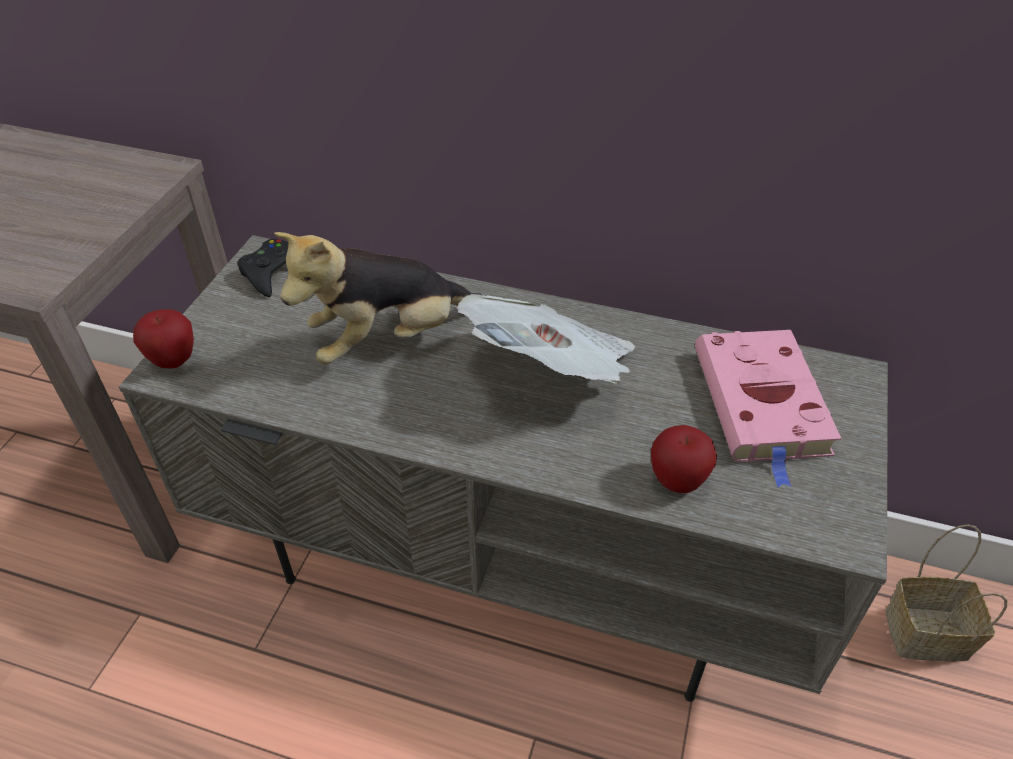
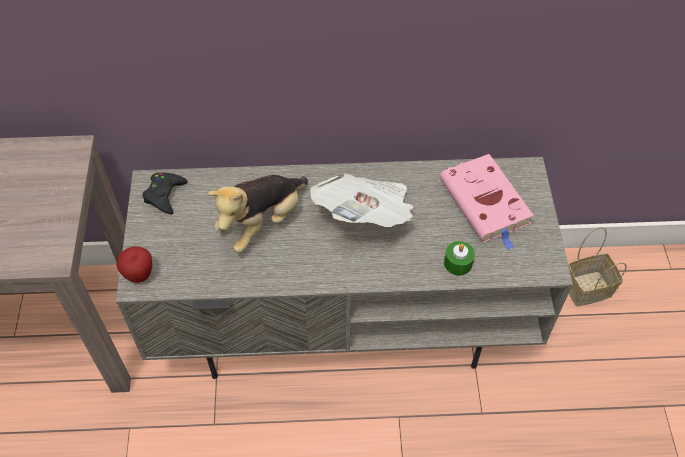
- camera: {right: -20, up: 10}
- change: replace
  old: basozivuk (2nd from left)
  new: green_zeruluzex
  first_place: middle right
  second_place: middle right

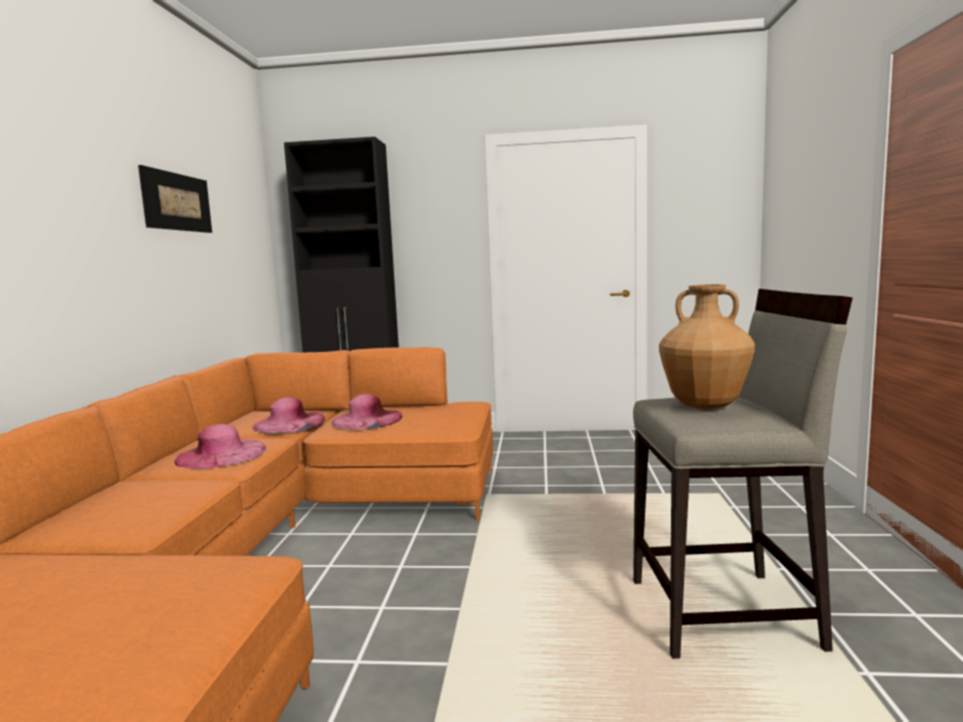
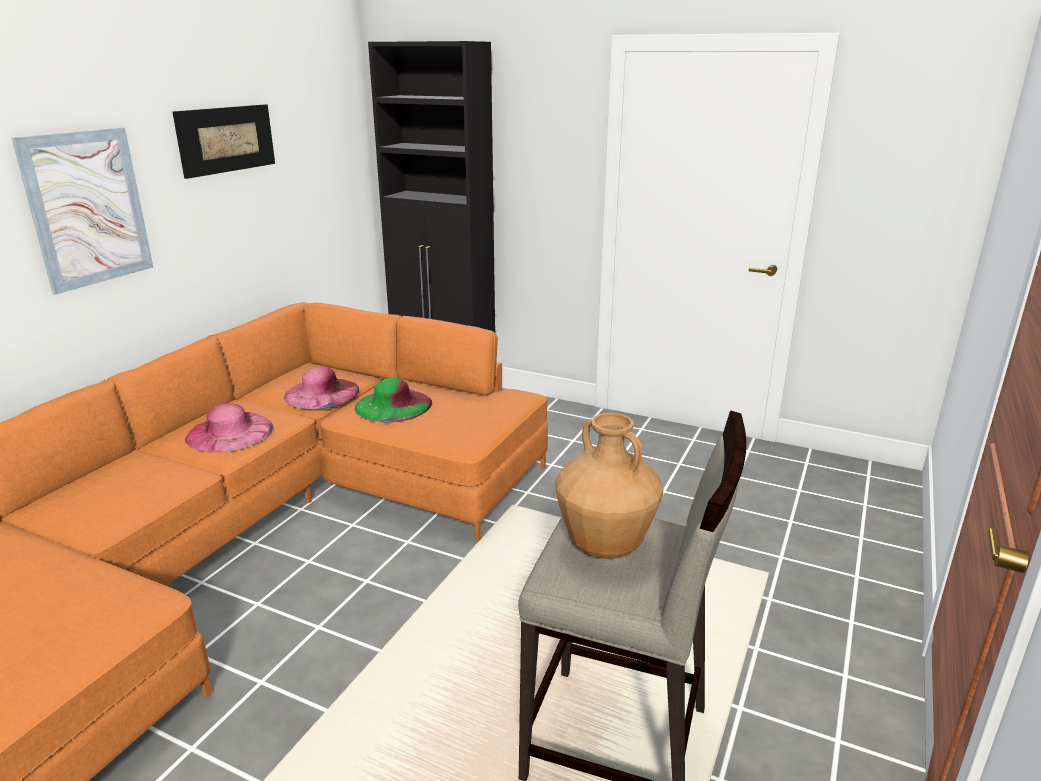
- camera: {right: 20, up: 15}
- change: insert
  new: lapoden (1st from left)
  second_place: top left
- change: recolor
  old: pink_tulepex (3rd from left)
  new: green_tulepex
  first_place: centre
  second_place: centre

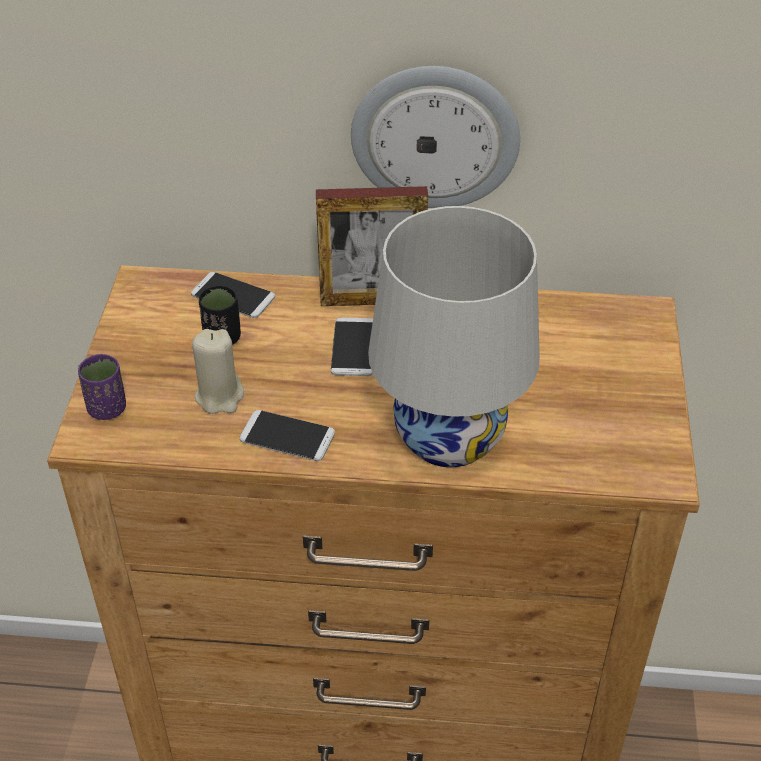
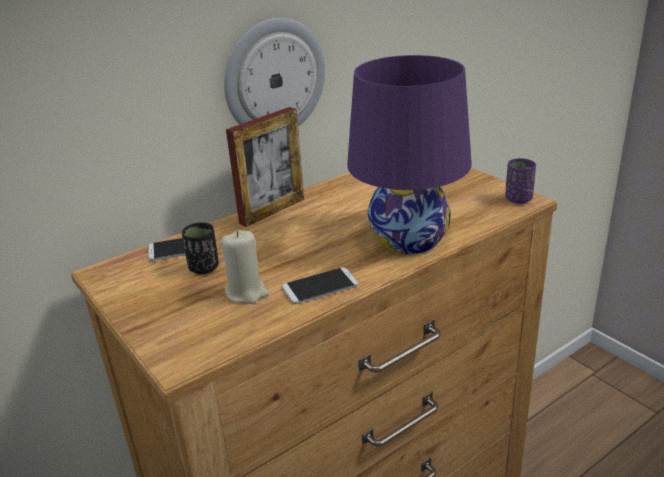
- camera: {right: -40, up: -15}
- change: recolor
  old: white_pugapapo
  new: purple_pugapapo
  first_place: centre
  second_place: top centre
- change: move
  old: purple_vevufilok
  first_place: middle left
  second_place: middle right
- change: delete
  old: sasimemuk (3rd from left)
  first_place: centre

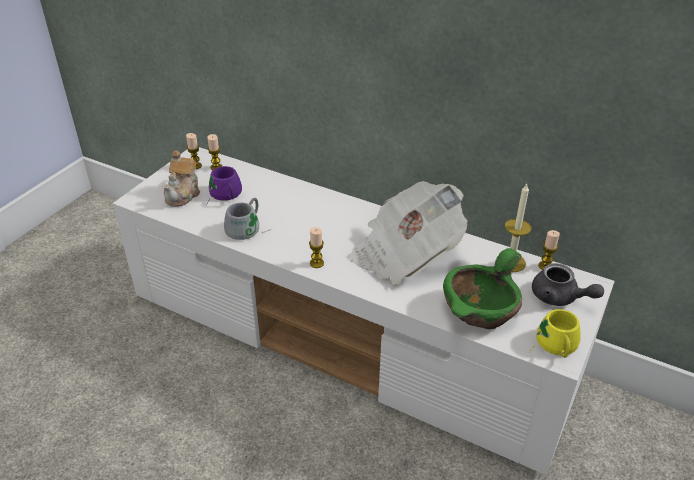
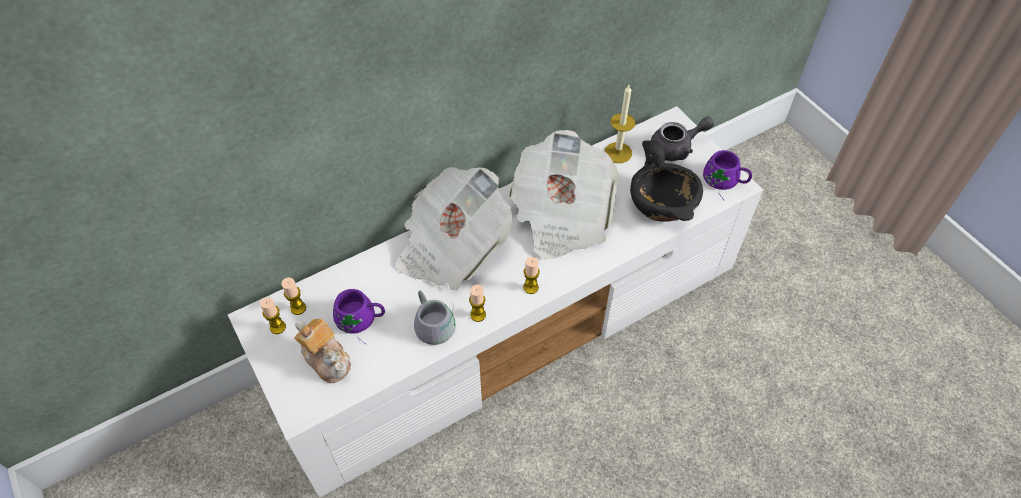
- camera: {right: -60, up: 15}
- change: insert
  new: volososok (1st from left)
  second_place: centre
- change: move
  old: zeruluzex (5th from left in the first image)
  new: zeruluzex (3rd from left)
  first_place: middle right
  second_place: centre
- change: recolor
  old: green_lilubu
  new: black_lilubu
  first_place: middle right
  second_place: centre
- change: recolor
  old: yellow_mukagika
  new: purple_mukagika (2nd from left)
  first_place: bottom right
  second_place: middle right

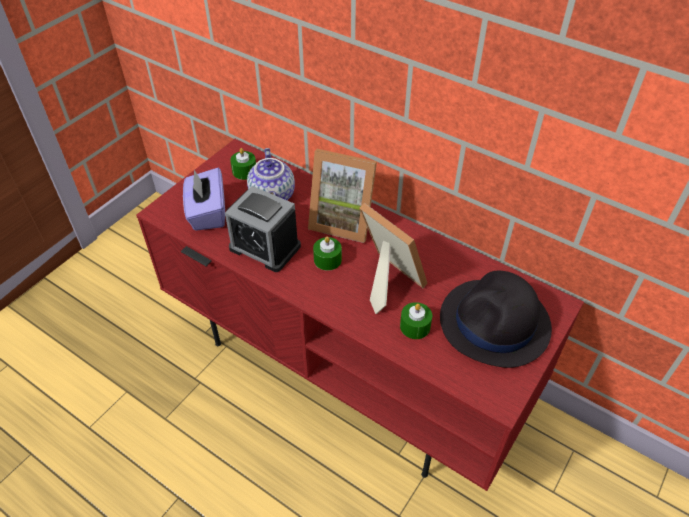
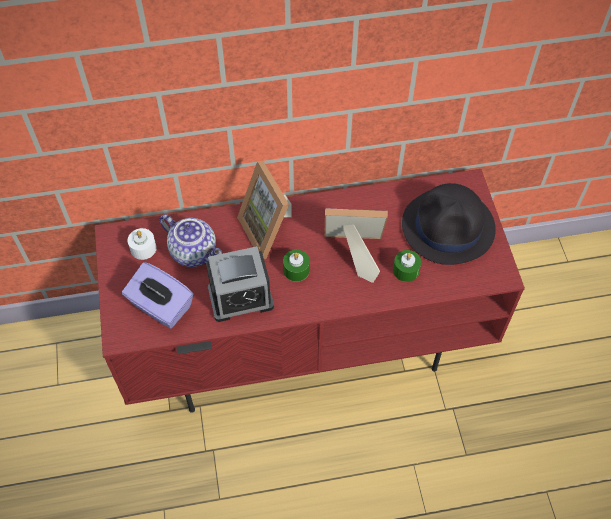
- camera: {right: -45, up: 10}
- change: recolor
  old: green_zeruluzex (1st from left)
  new: white_zeruluzex
  first_place: top centre
  second_place: middle left
- change: rotate
  old: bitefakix (1st from left)
  first_place: centre
  second_place: centre
  degrees: 90

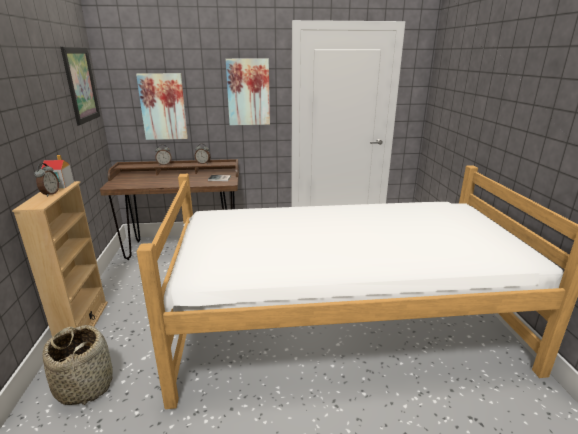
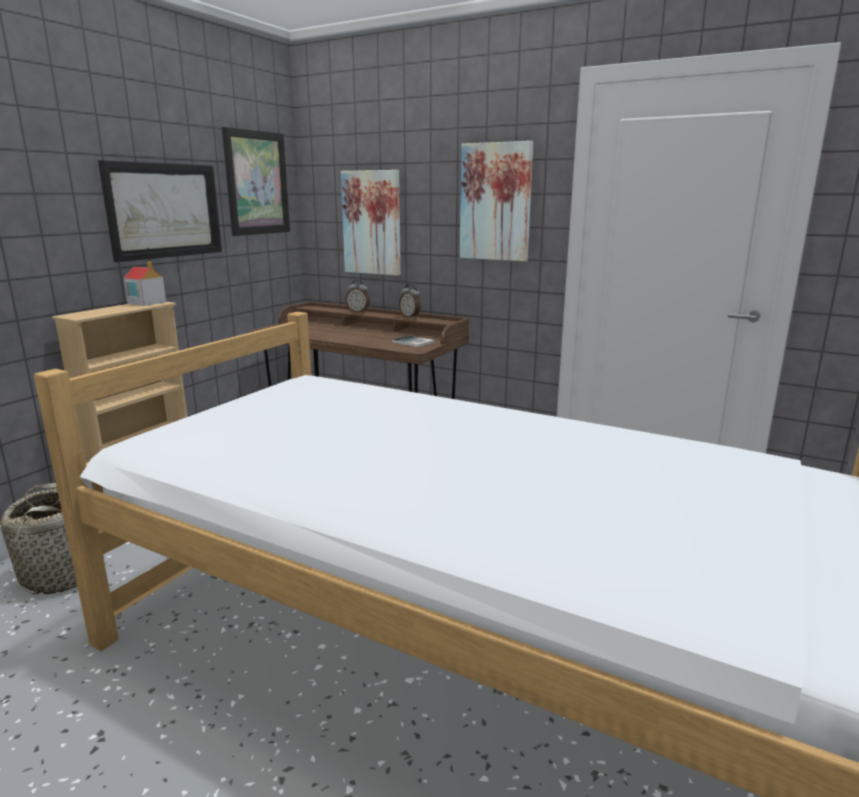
- camera: {right: 35, up: -5}
- change: insert
  new: lapoden (1st from left)
  second_place: top left
- change: delete
  old: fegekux (1st from left)
  first_place: middle left

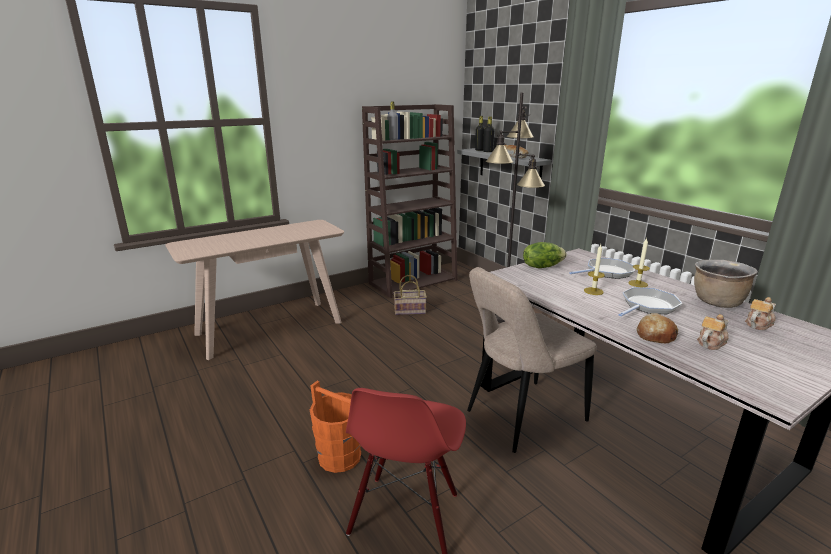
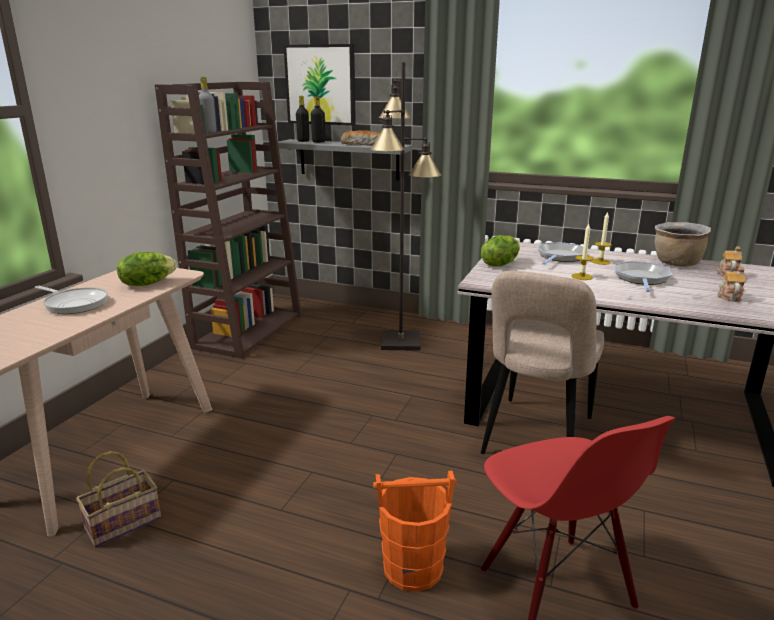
- camera: {right: -35, up: 0}
- change: insert
  new: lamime (1st from left)
  second_place: middle left
- change: move
  old: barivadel
  first_place: centre
  second_place: bottom left
- change: insert
  new: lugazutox (1st from left)
  second_place: middle left
- change: insert
  new: lapoden
  second_place: top centre
- change: delete
  old: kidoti (2nd from left)
  first_place: middle right

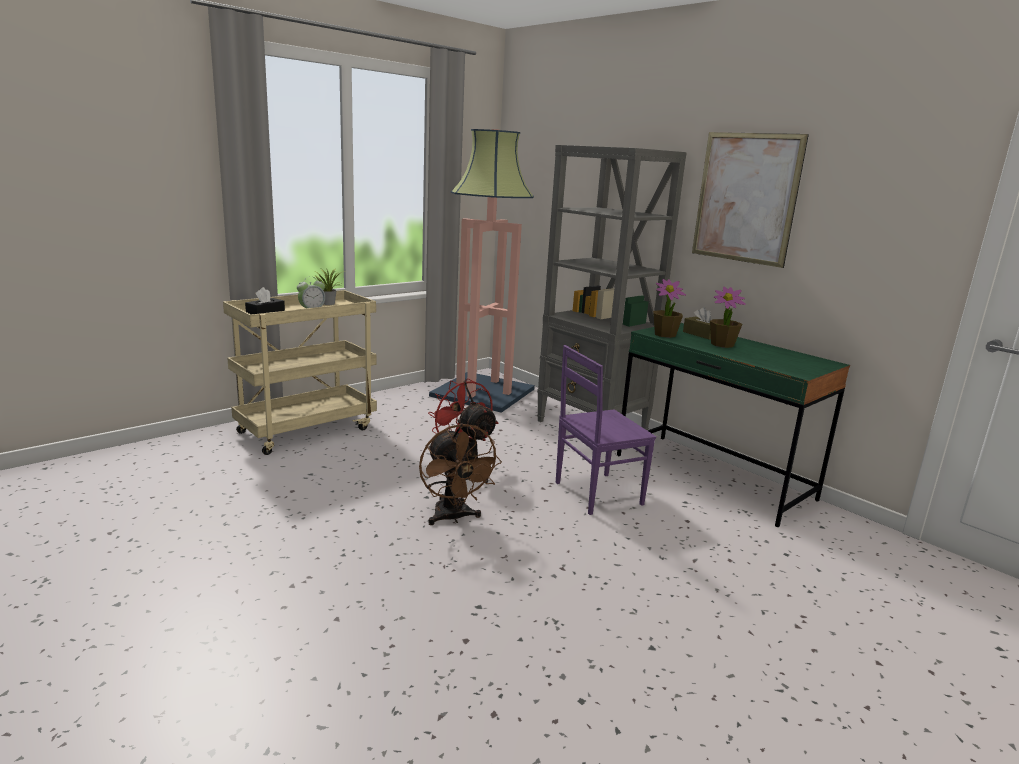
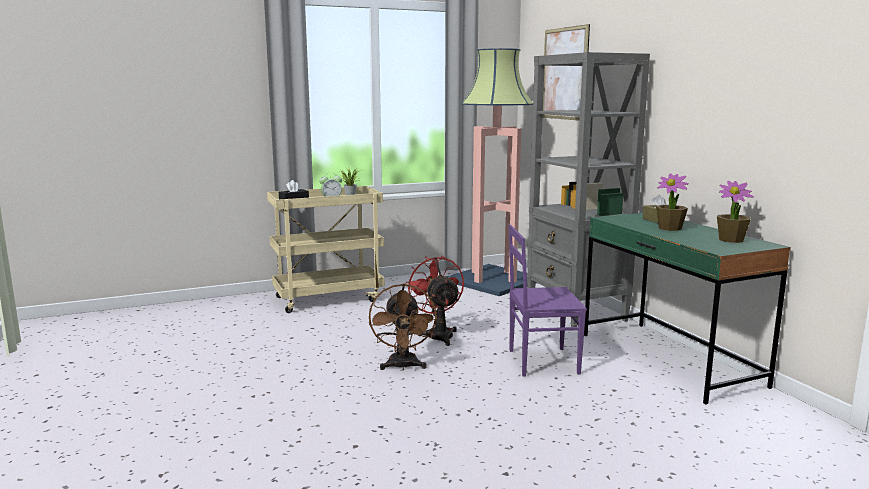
- camera: {right: 20, up: -5}
- change: move
  old: lapoden
  first_place: top right
  second_place: top centre
- change: move
  old: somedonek (2nd from left in the first image)
  new: somedonek (3rd from left)
  first_place: centre
  second_place: middle right

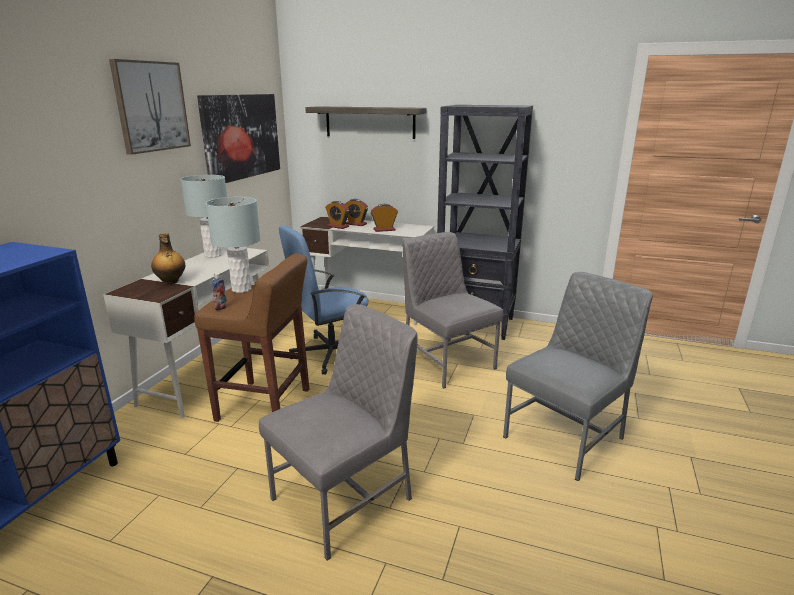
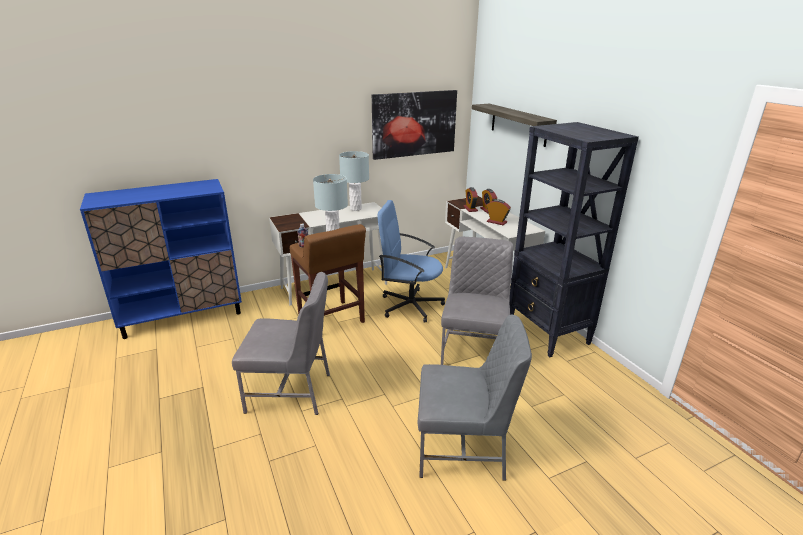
- camera: {right: 45, up: 5}
- change: delete
  old: lapoden (1st from left)
  first_place: top left
- change: delete
  old: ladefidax (1st from left)
  first_place: middle left

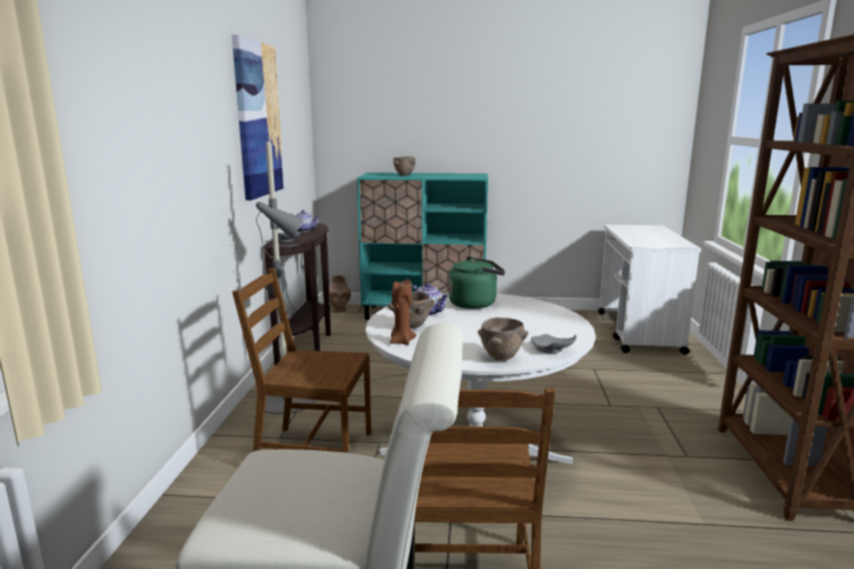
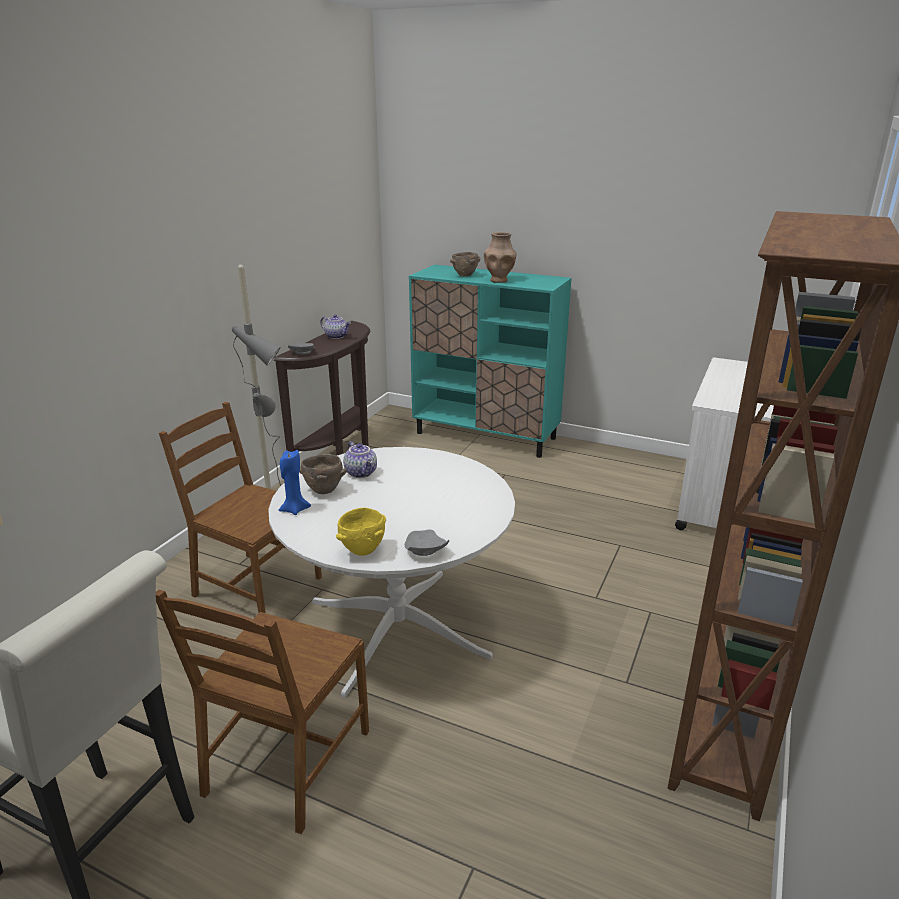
- camera: {right: 20, up: 10}
- change: recolor
  old: brown_zeruluzex
  new: blue_zeruluzex
  first_place: centre
  second_place: middle left
- change: recolor
  old: brown_lilubu (3rd from left)
  new: yellow_lilubu
  first_place: centre
  second_place: centre
- change: move
  old: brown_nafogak
  first_place: centre
  second_place: top centre
- change: delete
  old: lapoden
  first_place: top left
- change: delete
  old: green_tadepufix
  first_place: centre

